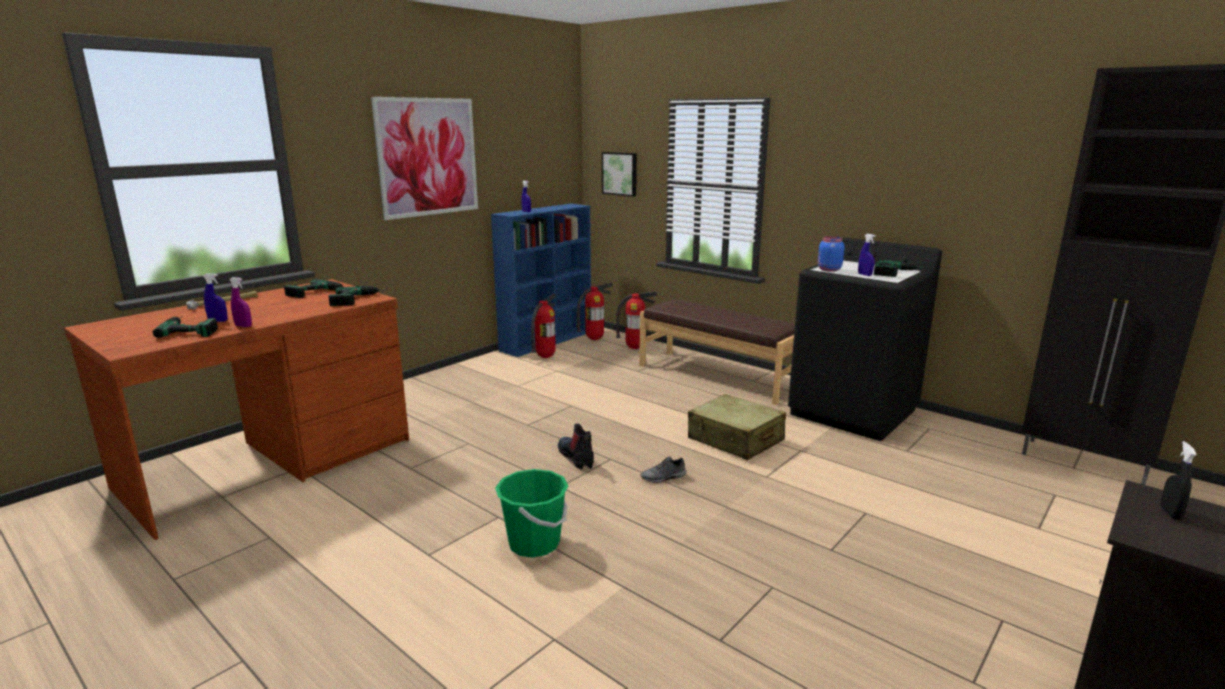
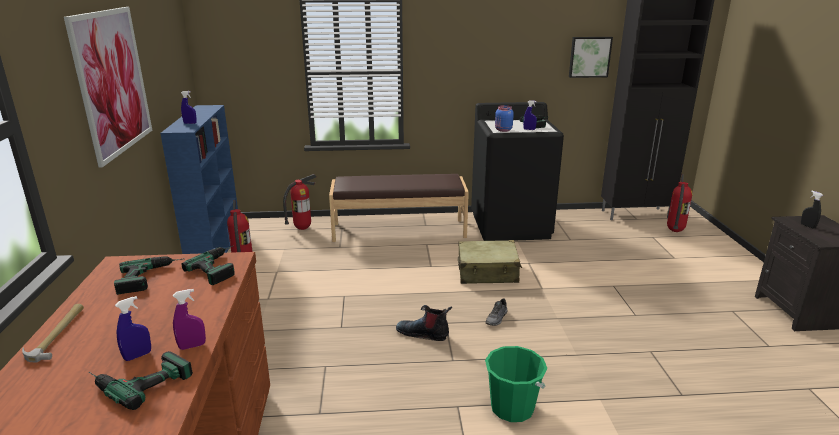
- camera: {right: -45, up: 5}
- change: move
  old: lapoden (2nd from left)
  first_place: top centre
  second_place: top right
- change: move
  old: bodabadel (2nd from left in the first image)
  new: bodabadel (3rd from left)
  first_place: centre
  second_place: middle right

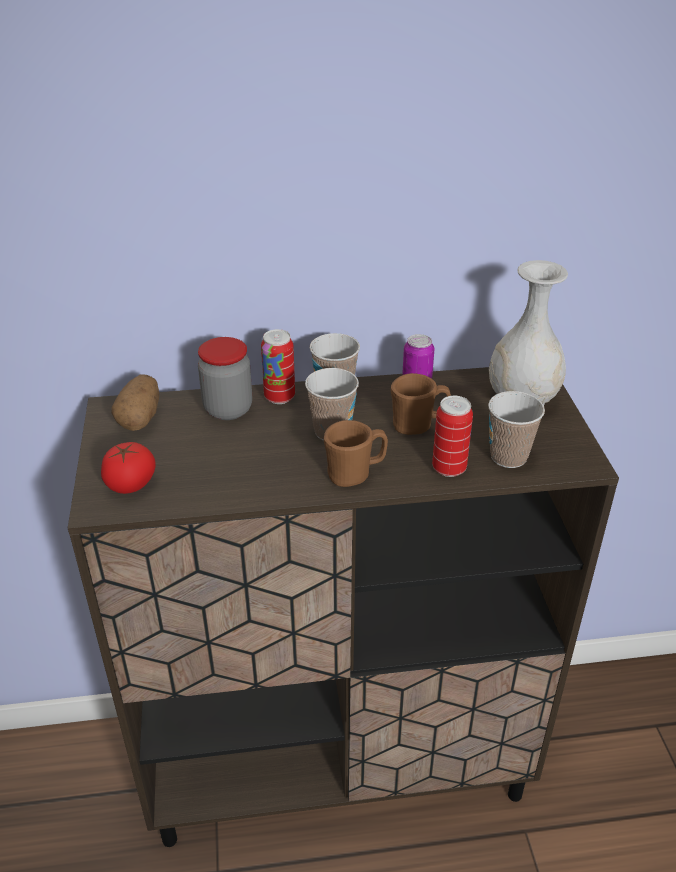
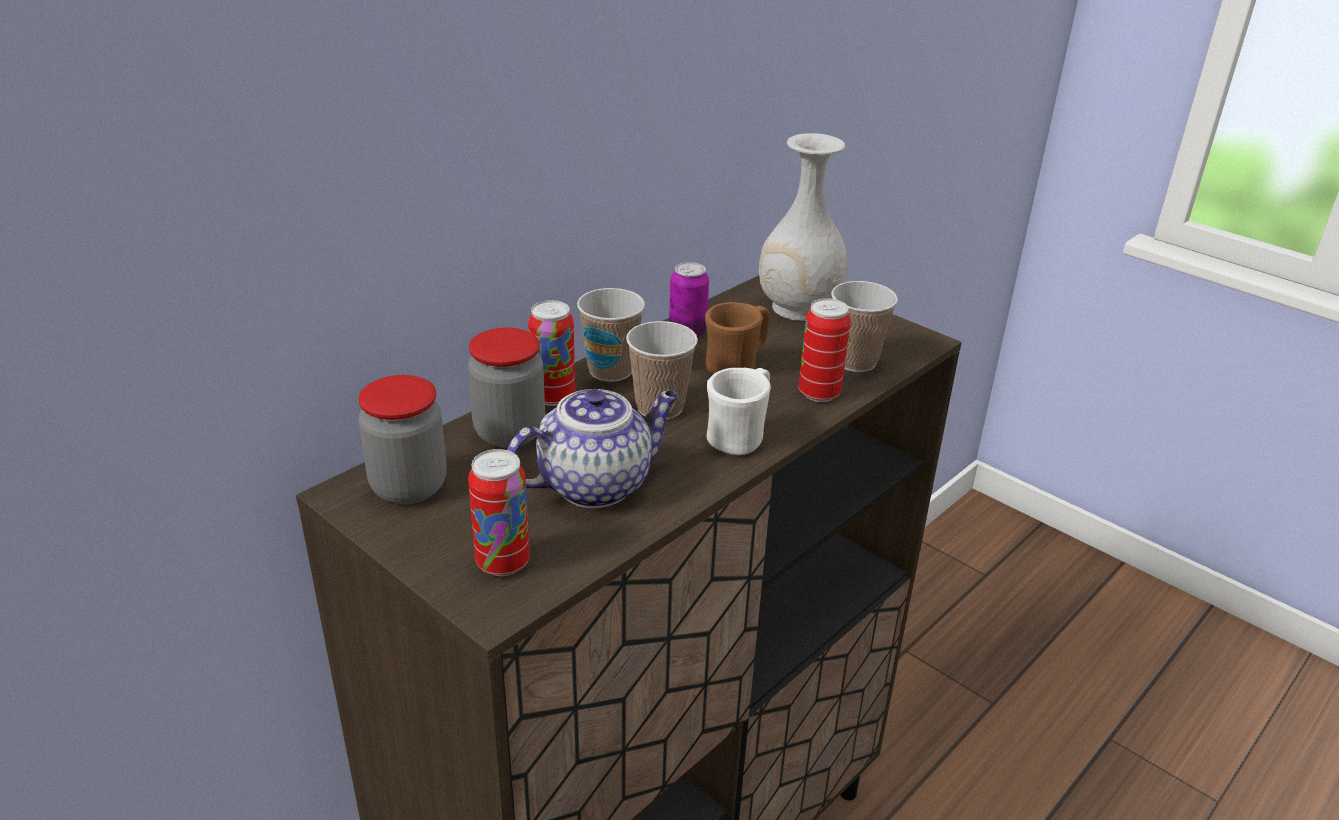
- camera: {right: -40, up: -5}
- change: replace
  old: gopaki
  new: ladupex (1st from left)
  first_place: middle left
  second_place: middle left
- change: replace
  old: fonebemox
  new: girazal (1st from left)
  first_place: middle left
  second_place: centre
- change: insert
  new: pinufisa
  second_place: centre
- change: recolor
  old: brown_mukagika (1st from left)
  new: white_mukagika
  first_place: centre
  second_place: centre

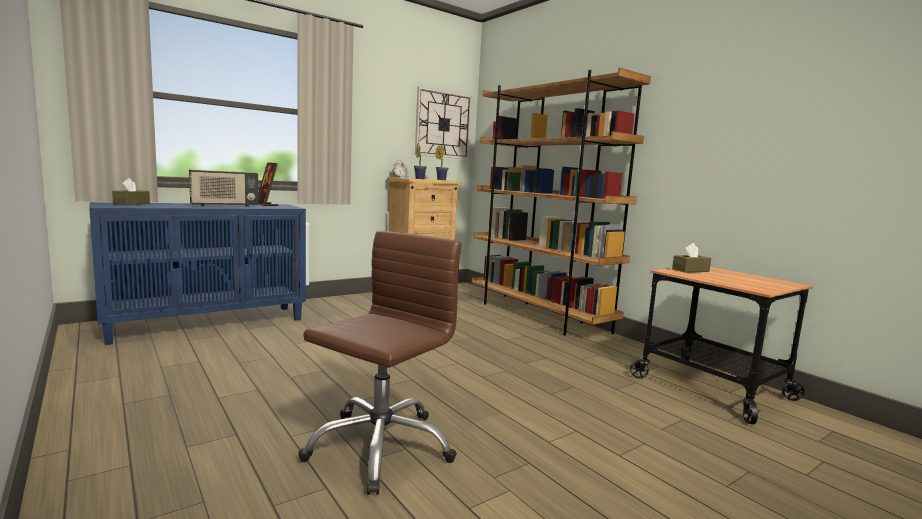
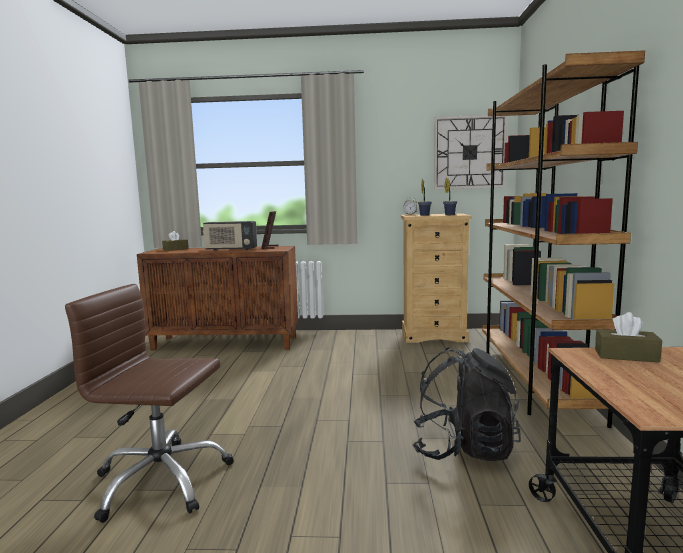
- camera: {right: 40, up: 0}
- change: rotate
  old: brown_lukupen
  first_place: bottom centre
  second_place: bottom left
  degrees: -150
- change: recolor
  old: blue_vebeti
  new: brown_vebeti
  first_place: middle left
  second_place: middle left
- change: insert
  new: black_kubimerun
  second_place: bottom right

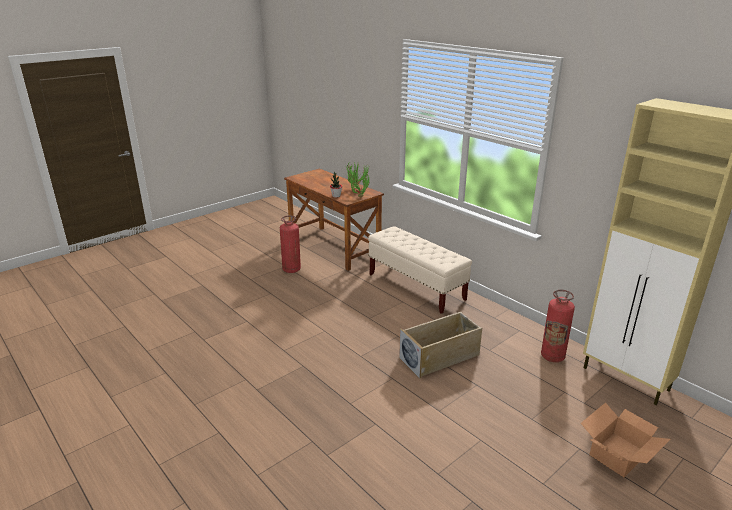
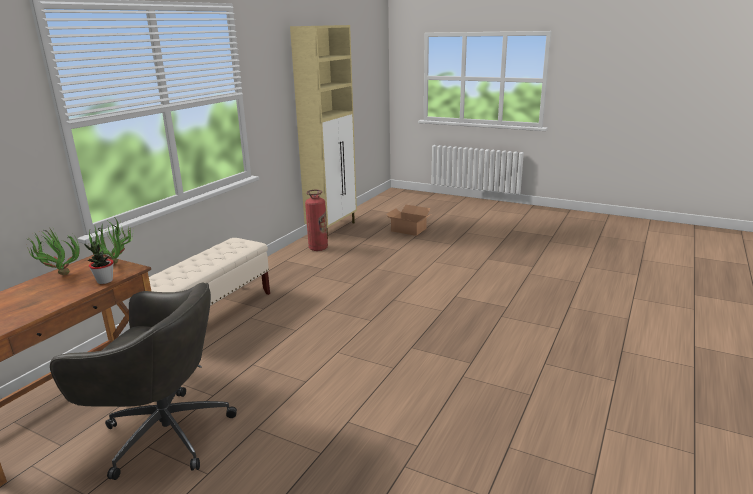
- camera: {right: -110, up: -5}
- change: replace
  old: bodabadel (1st from left)
  new: grey_lukupen
  first_place: centre
  second_place: bottom left
- change: delete
  old: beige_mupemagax
  first_place: bottom centre

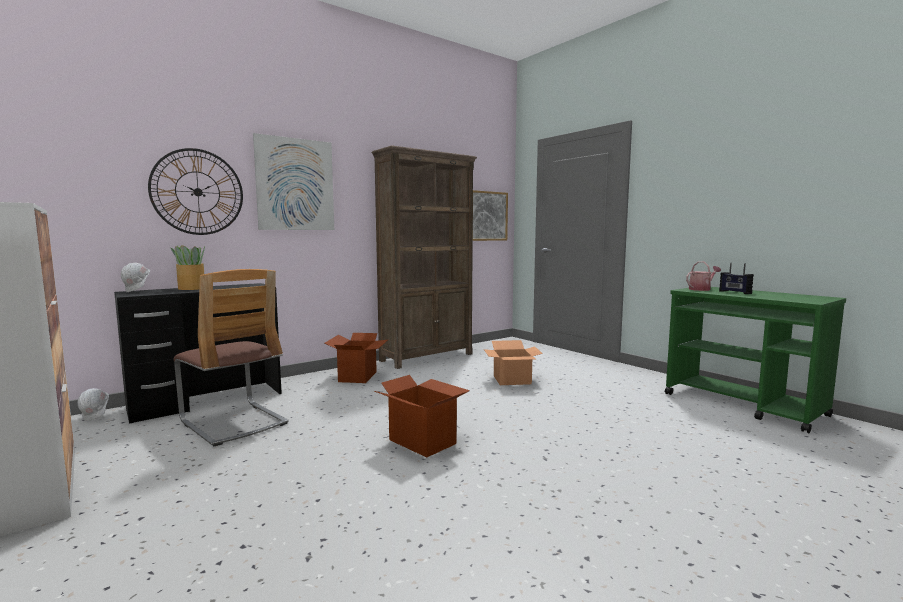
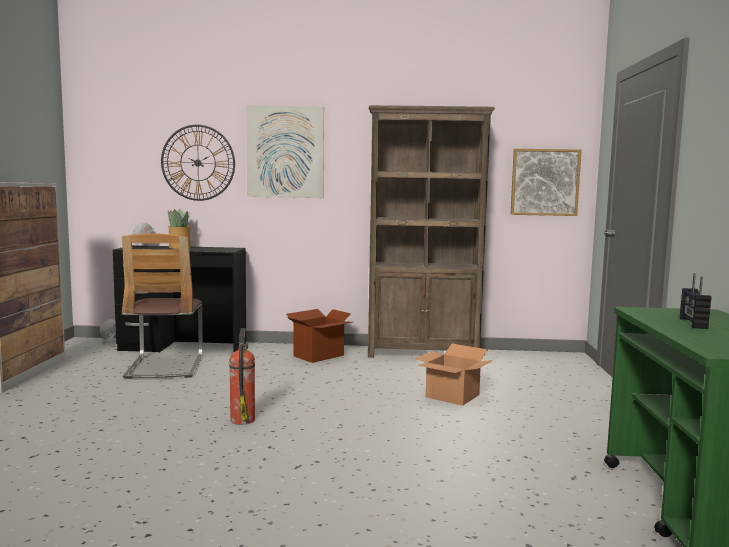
- camera: {right: 40, up: 0}
- change: replace
  old: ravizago (2nd from left)
  new: bodabadel
  first_place: bottom centre
  second_place: bottom left
- change: delete
  old: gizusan
  first_place: middle right

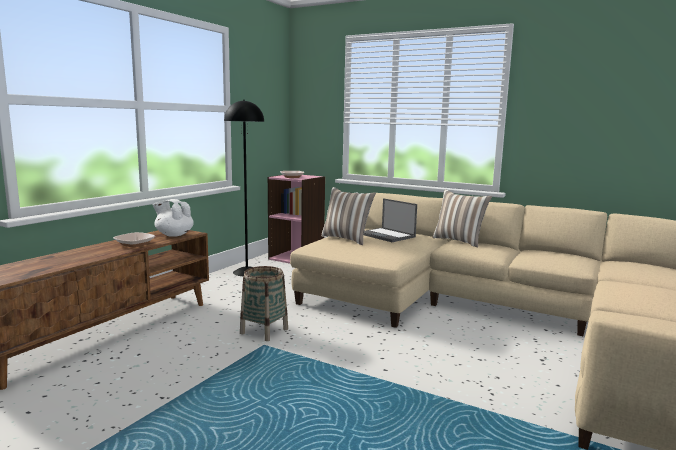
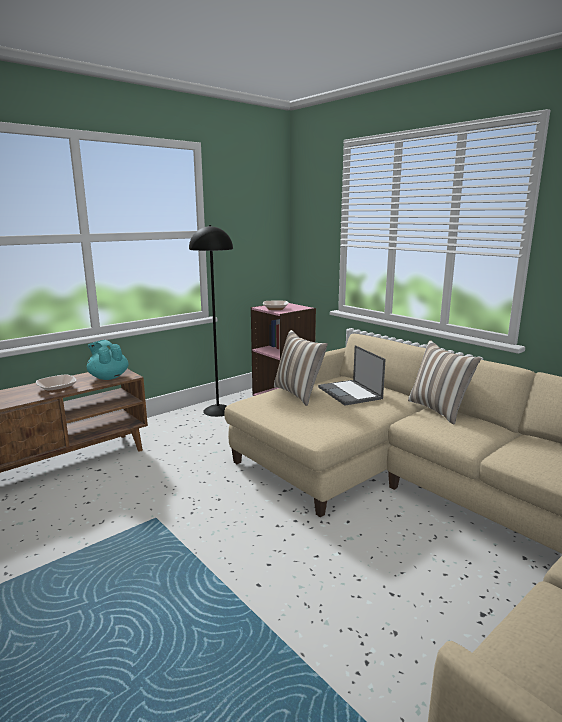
- camera: {right: 20, up: 5}
- change: recolor
  old: white_pinufisa
  new: turquoise_pinufisa
  first_place: middle left
  second_place: middle left
- change: delete
  old: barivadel
  first_place: bottom centre

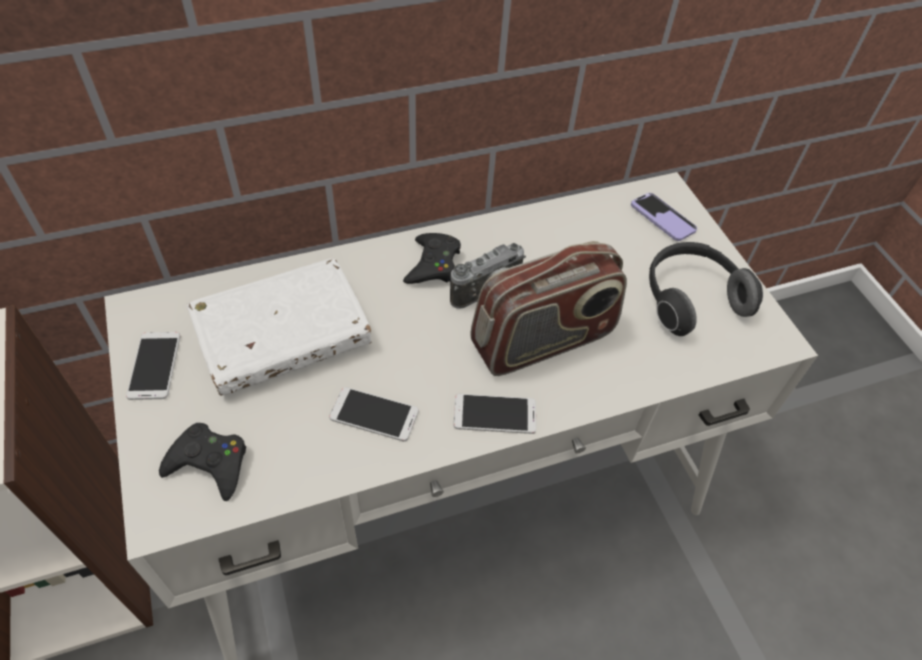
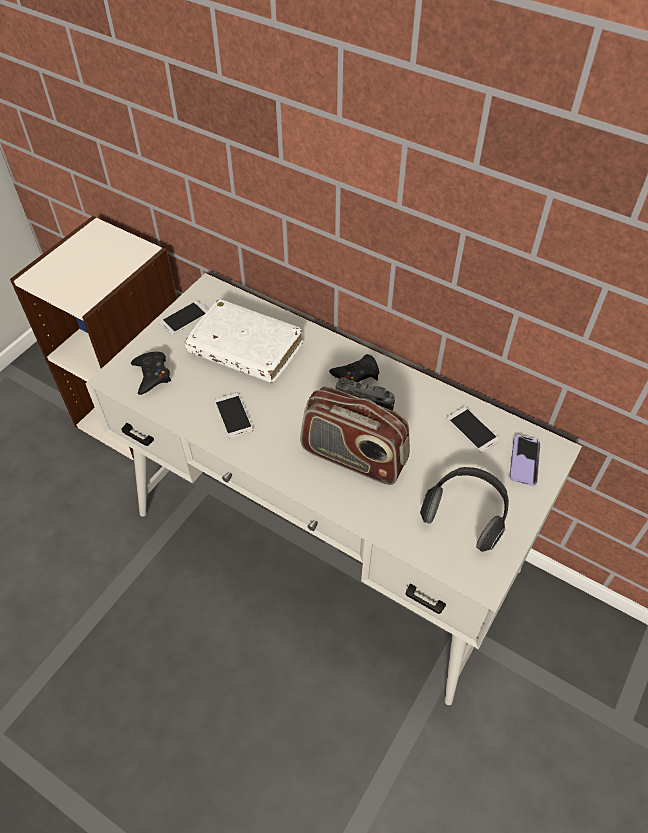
- camera: {right: 55, up: 0}
- change: move
  old: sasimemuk (3rd from left)
  first_place: centre
  second_place: middle right

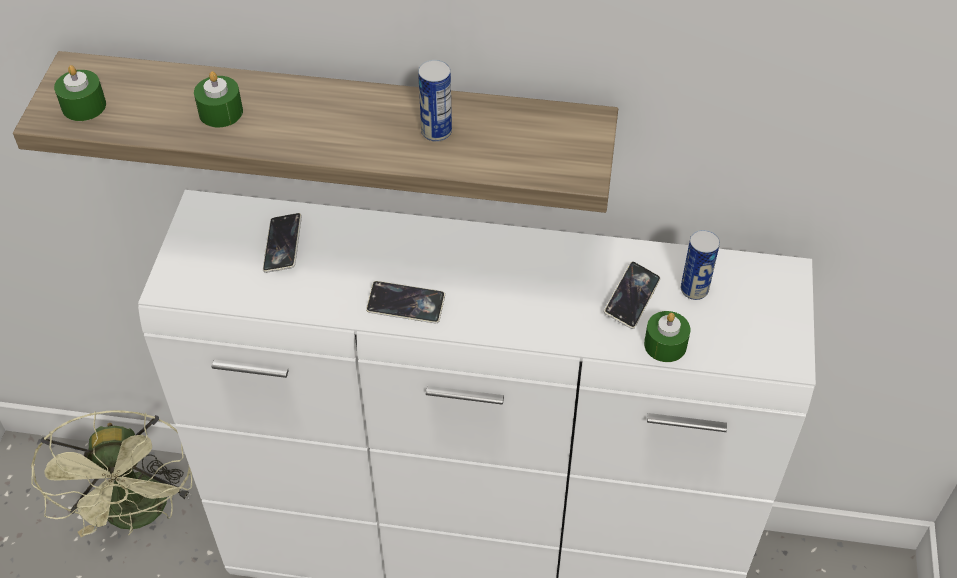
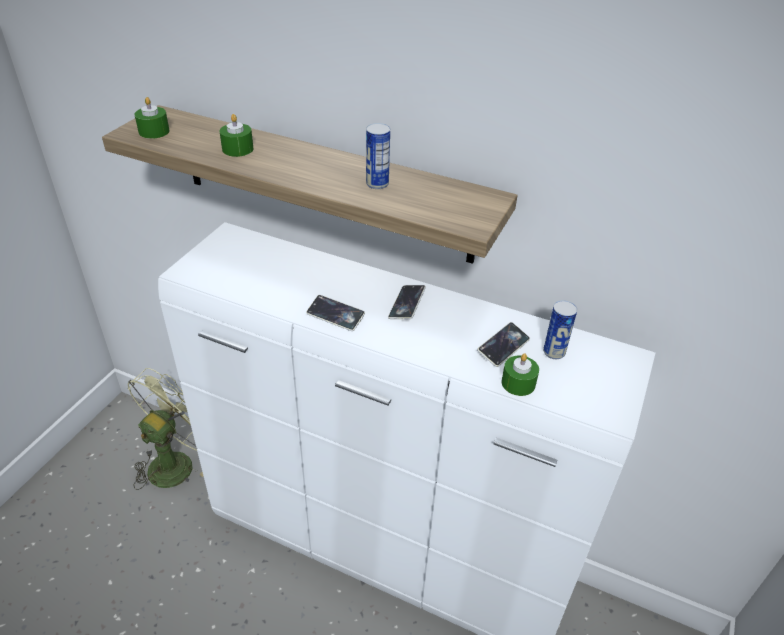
- camera: {right: 15, up: -10}
- change: rotate
  old: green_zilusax
  first_place: bottom left
  second_place: bottom left
  degrees: -150
- change: move
  old: sasimemuk (1st from left in the first image)
  new: sasimemuk (2nd from left)
  first_place: middle left
  second_place: centre

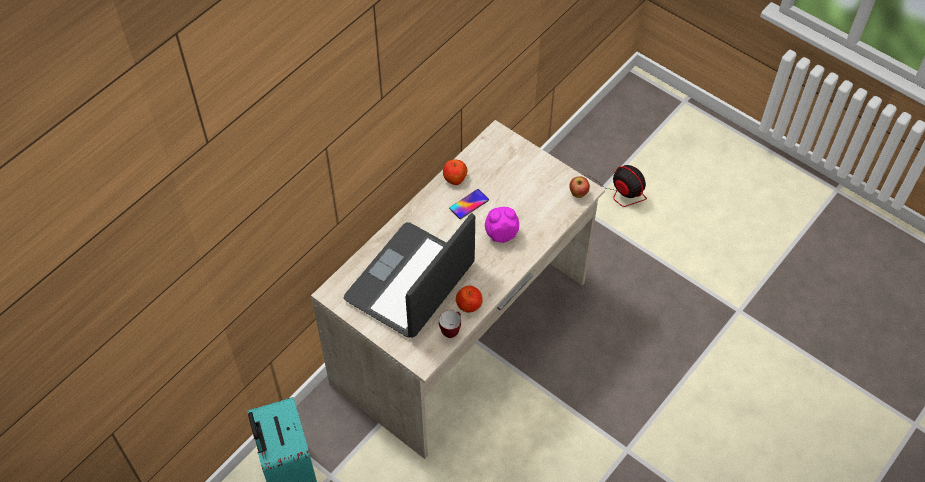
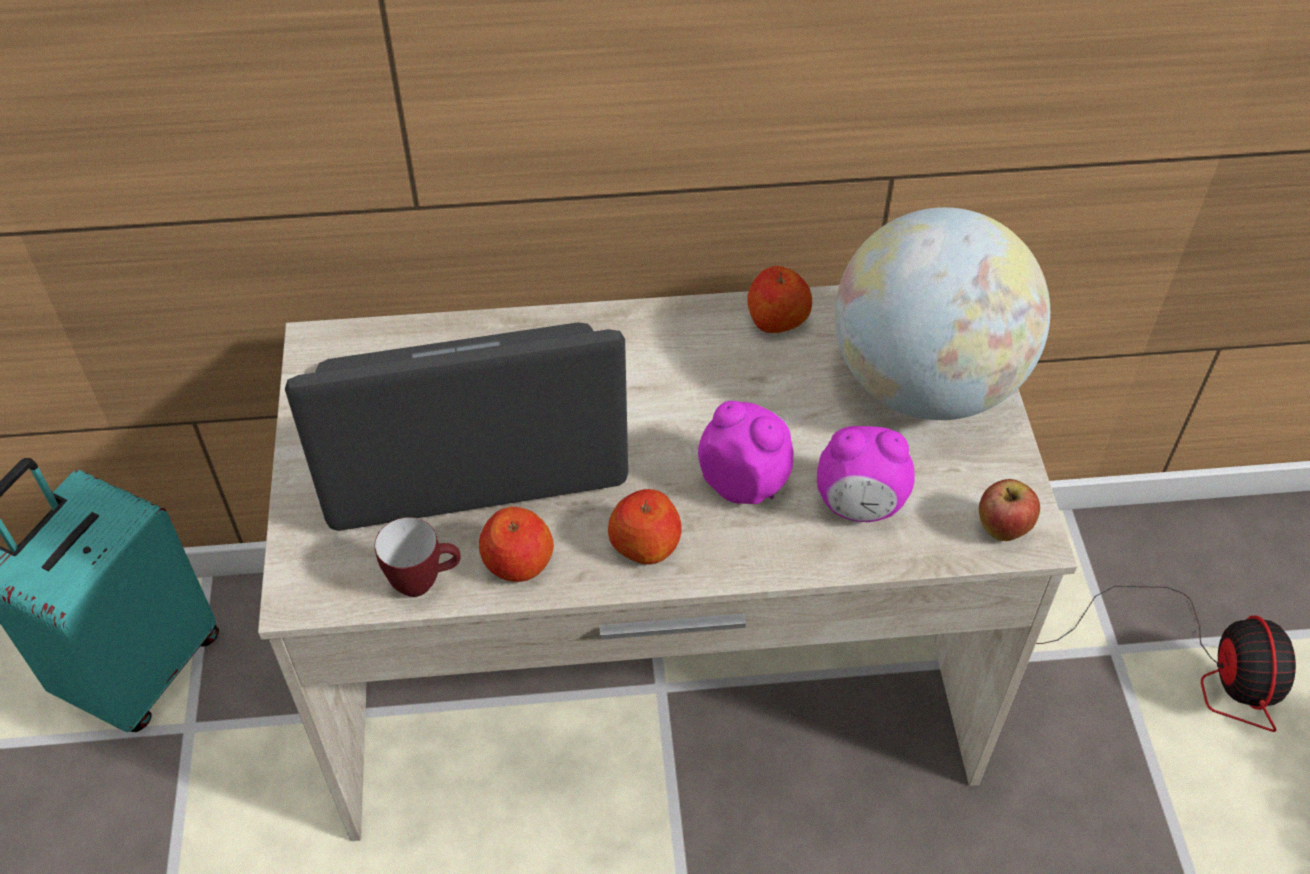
- camera: {right: 45, up: -5}
- change: insert
  new: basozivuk (2nd from left)
  second_place: centre
- change: insert
  new: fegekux (2nd from left)
  second_place: centre
- change: insert
  new: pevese
  second_place: middle right
- change: delete
  old: sasimemuk
  first_place: centre

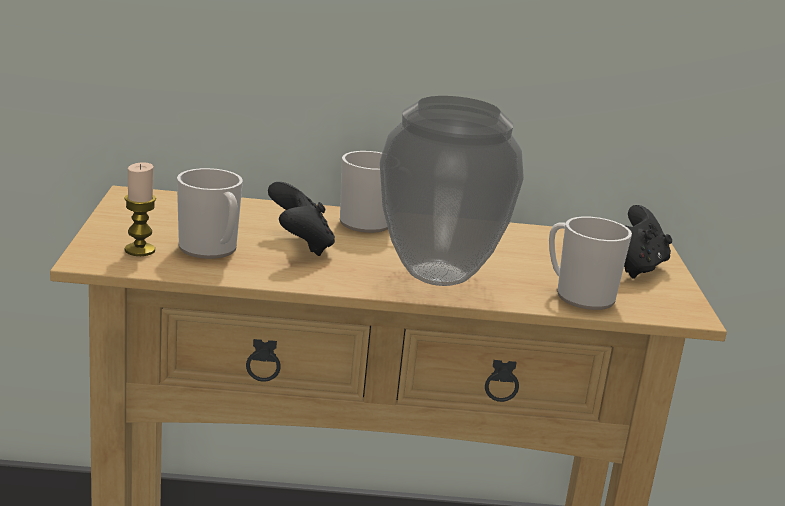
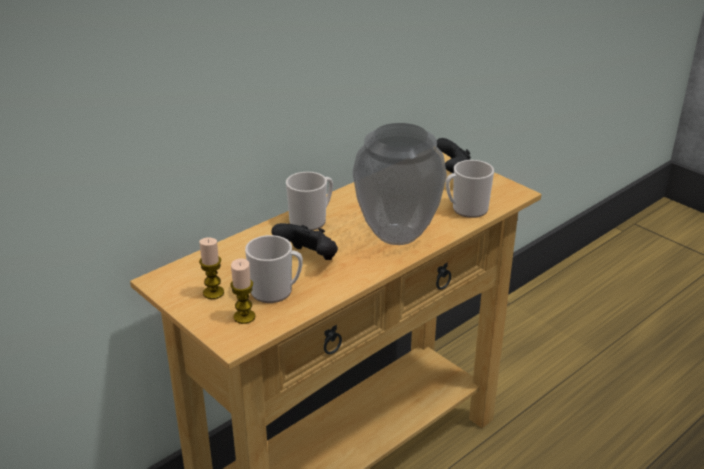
- camera: {right: -40, up: 10}
- change: insert
  new: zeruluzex (1st from left)
  second_place: middle left

